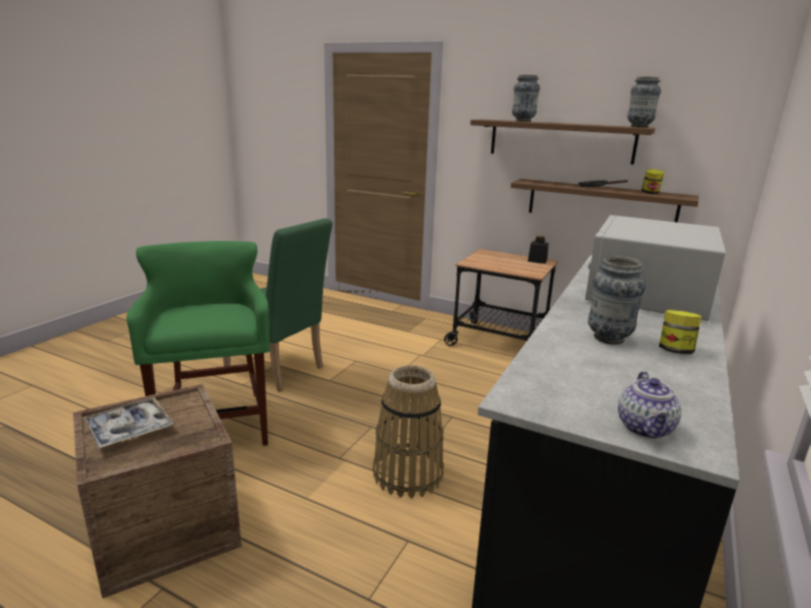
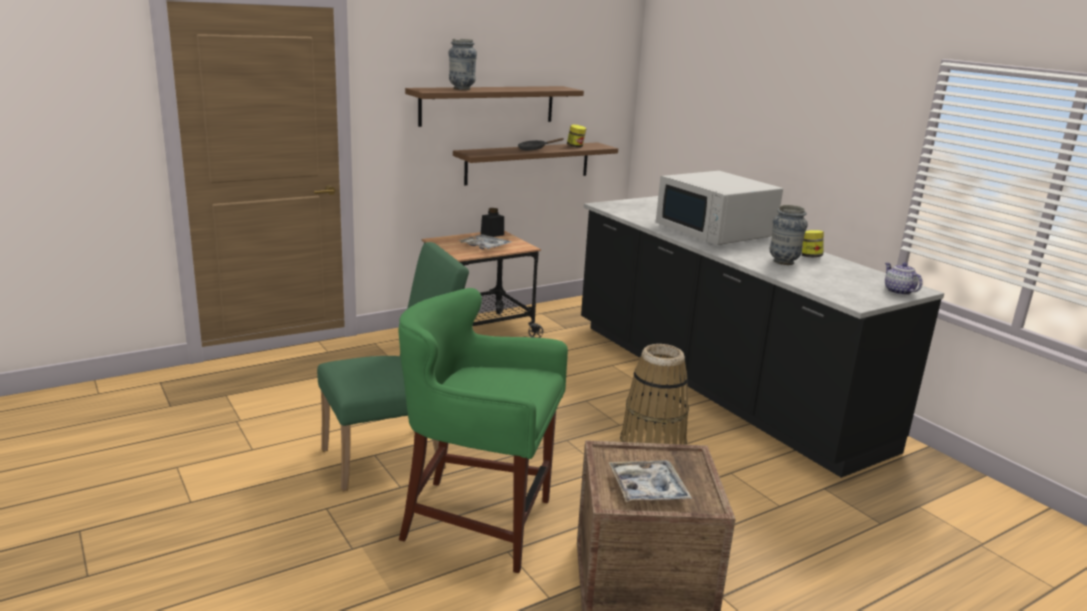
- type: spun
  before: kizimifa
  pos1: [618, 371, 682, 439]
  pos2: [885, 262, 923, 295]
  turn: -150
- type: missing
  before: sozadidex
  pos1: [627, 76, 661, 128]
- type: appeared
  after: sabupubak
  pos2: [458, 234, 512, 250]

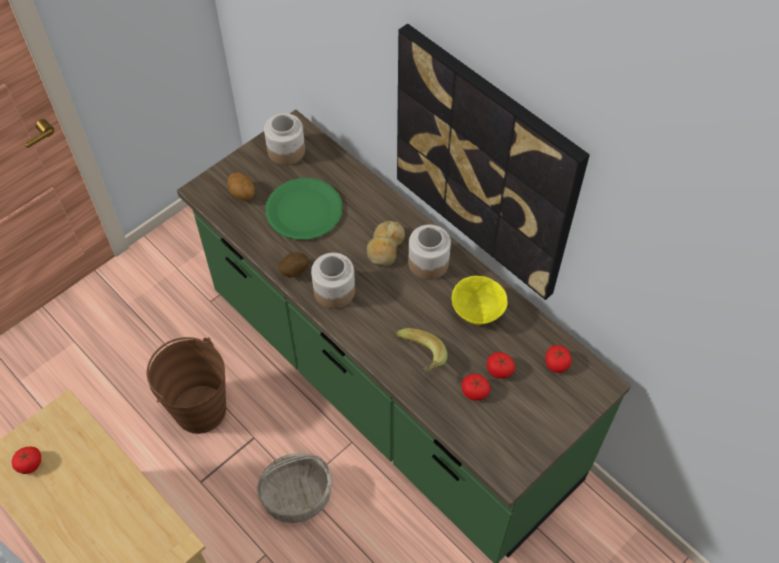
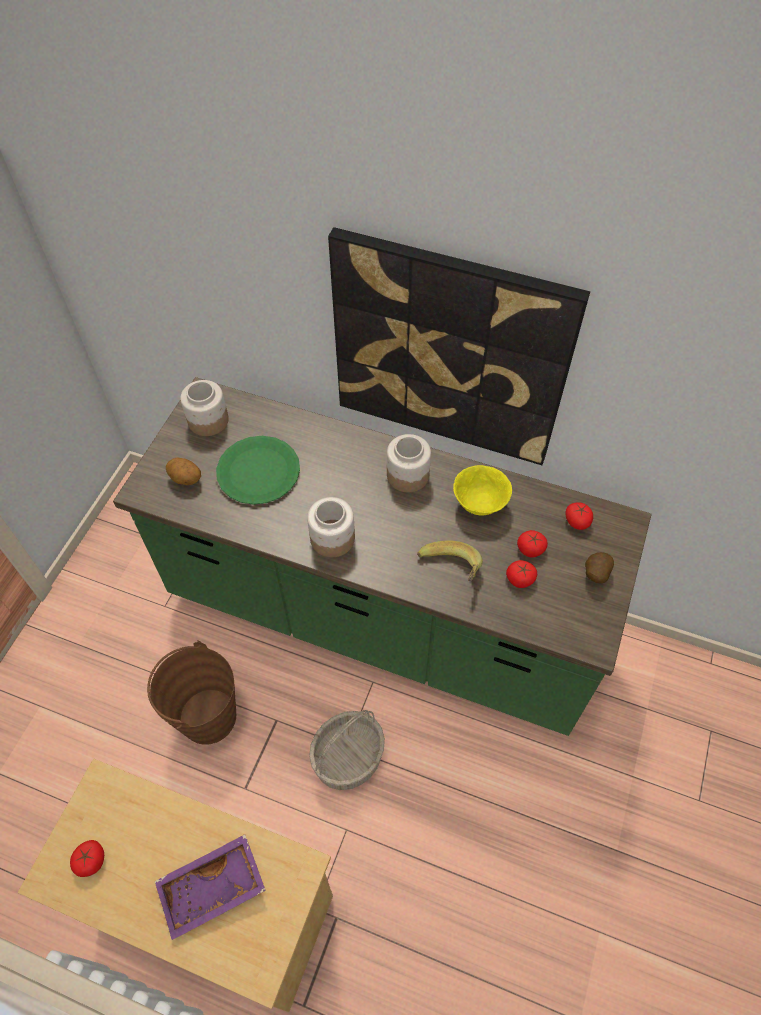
- type: relocated
  before: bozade
  pos1: [278, 252, 309, 277]
  pos2: [585, 552, 614, 583]
- type: missing
  before: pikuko
  pos1: [367, 221, 405, 267]
- type: appeared
  after: purple_sabupubak
  pos2: [155, 834, 266, 940]

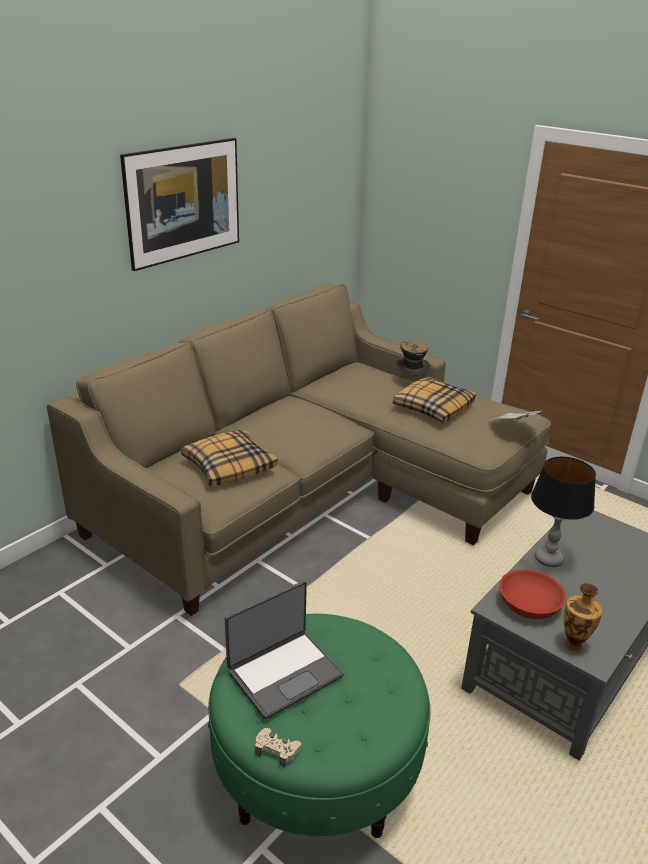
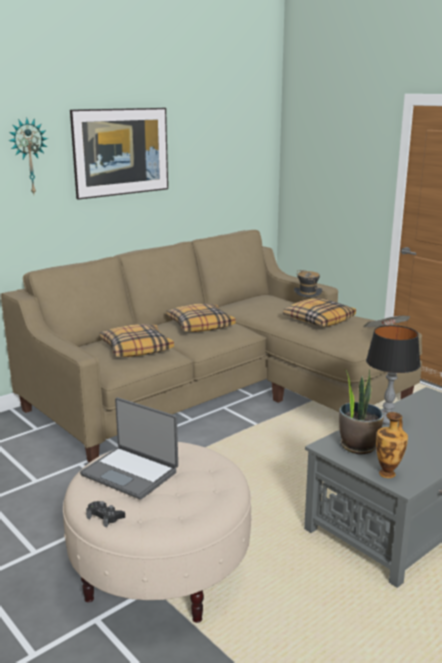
- type: colour
  before: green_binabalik
  after: beige_binabalik
  pos1: [208, 614, 430, 838]
  pos2: [63, 442, 252, 623]
- type: spun
  before: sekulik
  pos1: [225, 581, 344, 719]
  pos2: [80, 397, 178, 500]
  turn: 60
- type: colour
  before: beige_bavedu
  after: black_bavedu
  pos1: [255, 728, 301, 767]
  pos2: [86, 501, 125, 528]
- type: exchanged
  before: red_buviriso
  after: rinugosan
  pos1: [499, 569, 566, 619]
  pos2: [339, 369, 384, 454]
- type: appeared
  after: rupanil
  pos2: [8, 117, 48, 194]
- type: appeared
  after: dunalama
  pos2: [166, 304, 236, 332]

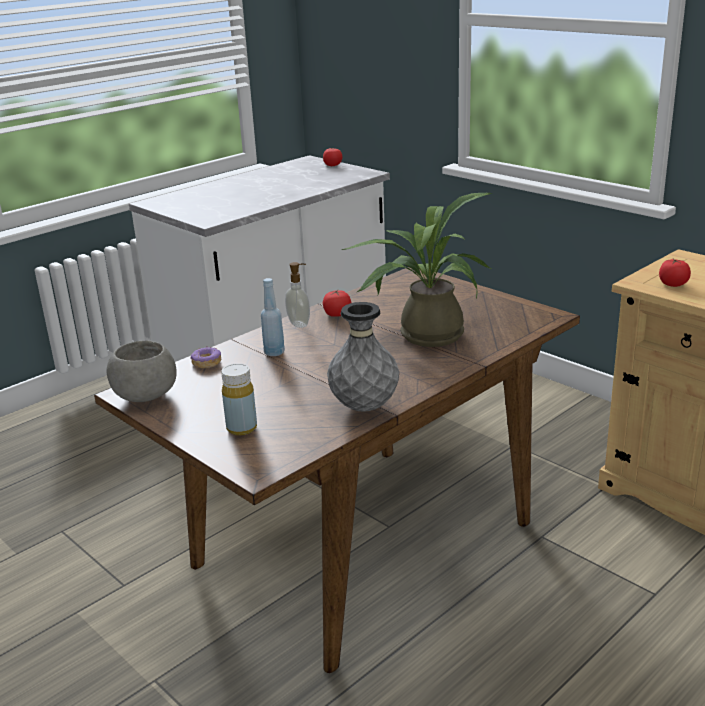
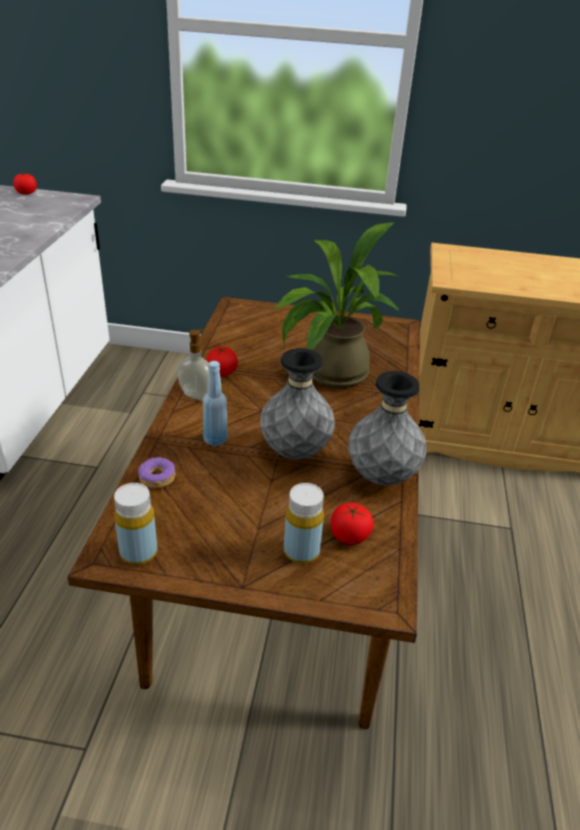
- type: exchanged
  before: grey_buviriso
  after: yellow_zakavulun
  pos1: [106, 340, 176, 402]
  pos2: [114, 483, 157, 565]
- type: relocated
  before: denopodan
  pos1: [659, 259, 691, 287]
  pos2: [331, 503, 374, 545]
- type: appeared
  after: grey_sozadidex
  pos2: [260, 348, 335, 459]

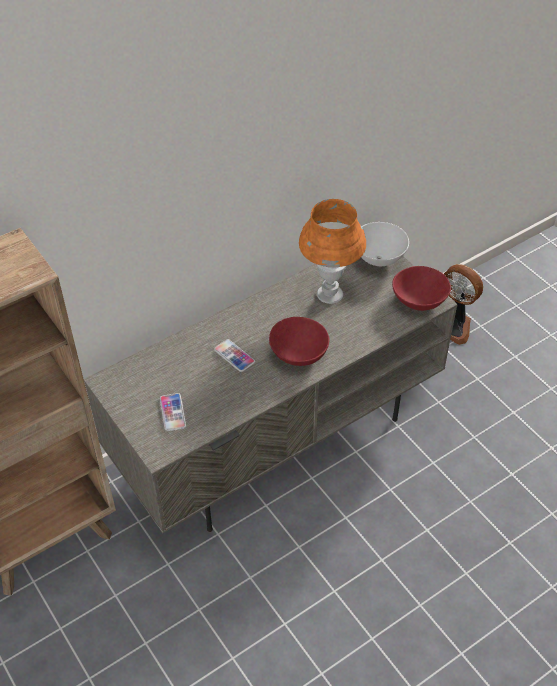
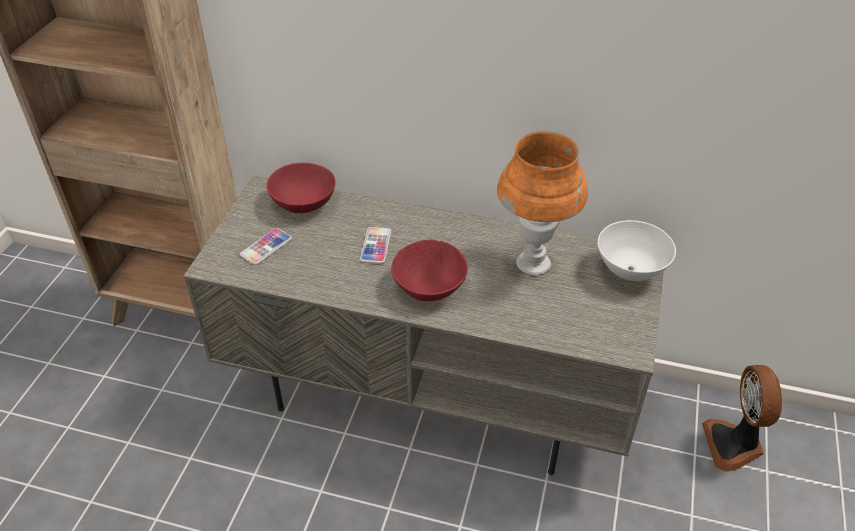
- type: relocated
  before: red_buviriso
  pos1: [392, 266, 451, 311]
  pos2: [266, 163, 336, 213]

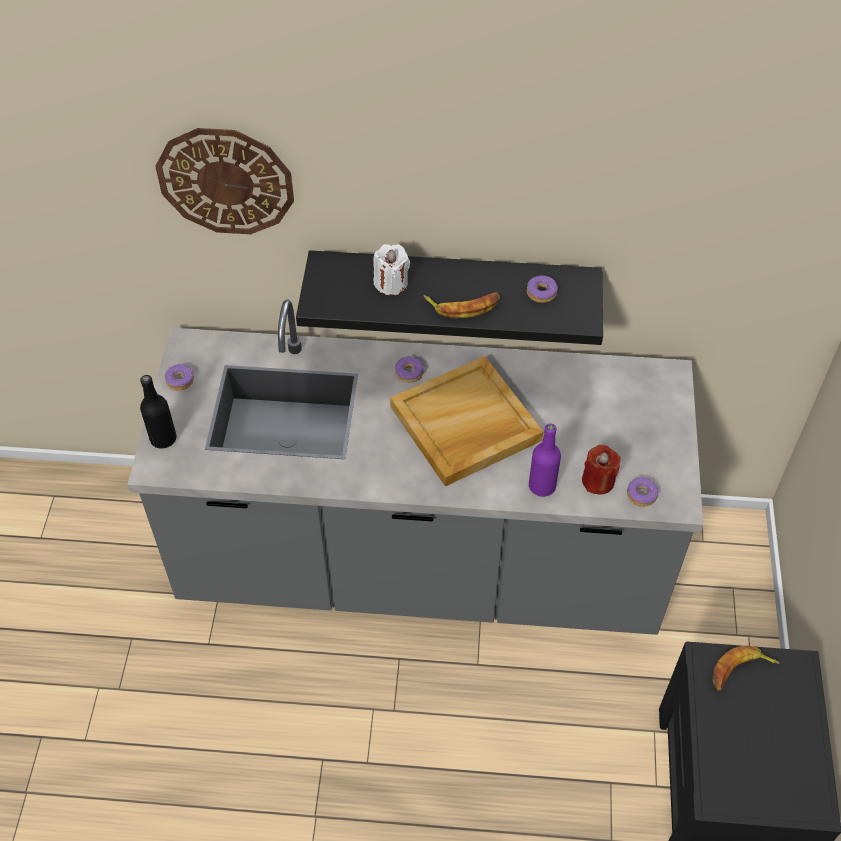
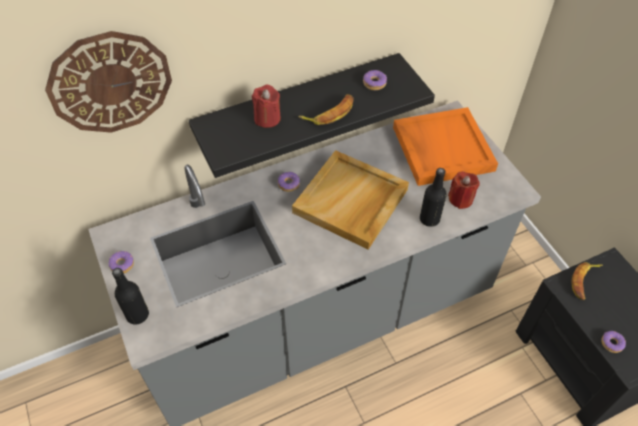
- type: colour
  before: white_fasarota
  after: red_fasarota
  pos1: [373, 244, 410, 296]
  pos2: [252, 85, 281, 128]
- type: colour
  before: purple_zakavulun
  after: black_zakavulun
  pos1: [529, 424, 561, 497]
  pos2: [420, 168, 447, 227]
- type: relocated
  before: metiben
  pos1: [627, 477, 659, 507]
  pos2: [601, 331, 626, 353]
- type: appeared
  after: orange_sabupubak
  pos2: [393, 107, 498, 186]

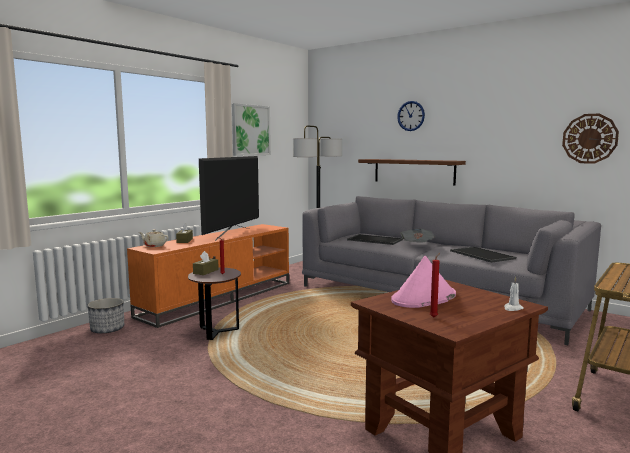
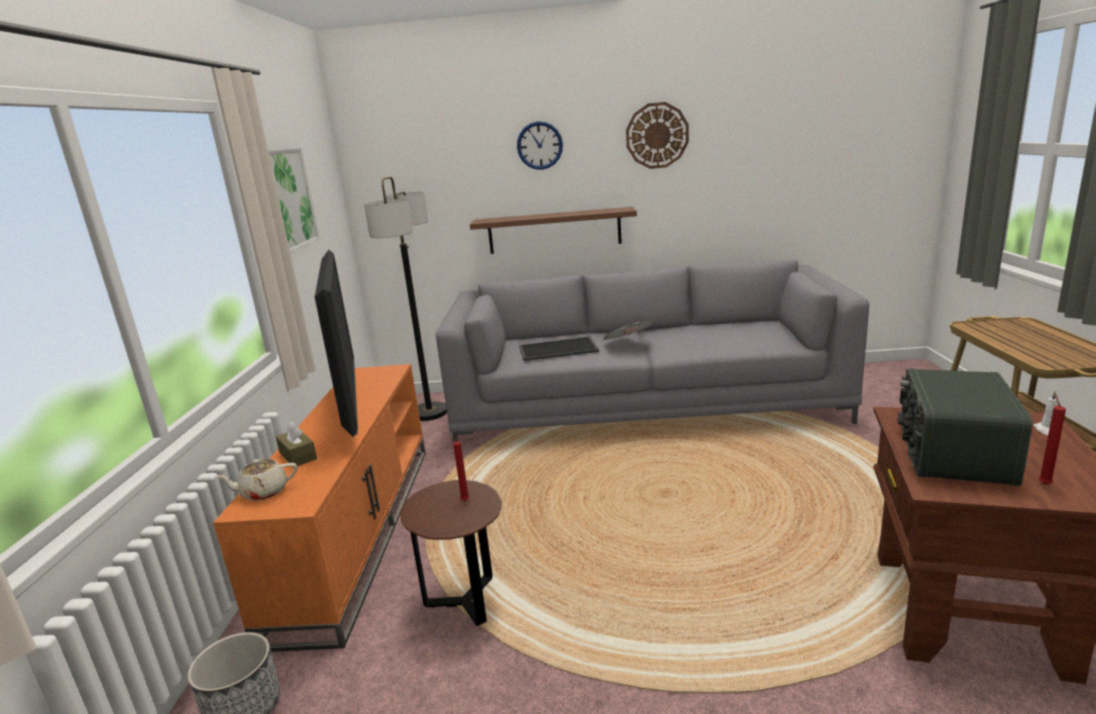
- type: missing
  before: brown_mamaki
  pos1: [193, 251, 219, 275]
- type: exchanged
  before: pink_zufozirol
  after: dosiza
  pos1: [391, 256, 456, 308]
  pos2: [898, 368, 1033, 486]
- type: missing
  before: sabupubak
  pos1: [450, 247, 516, 263]
- type: relocated
  before: rupanil
  pos1: [562, 114, 619, 164]
  pos2: [626, 102, 689, 169]

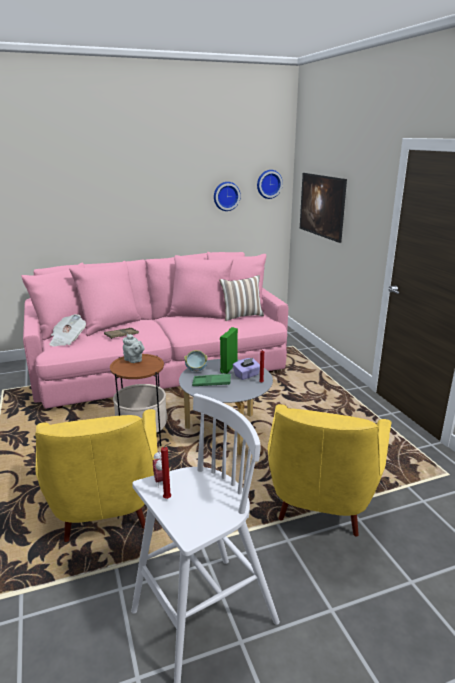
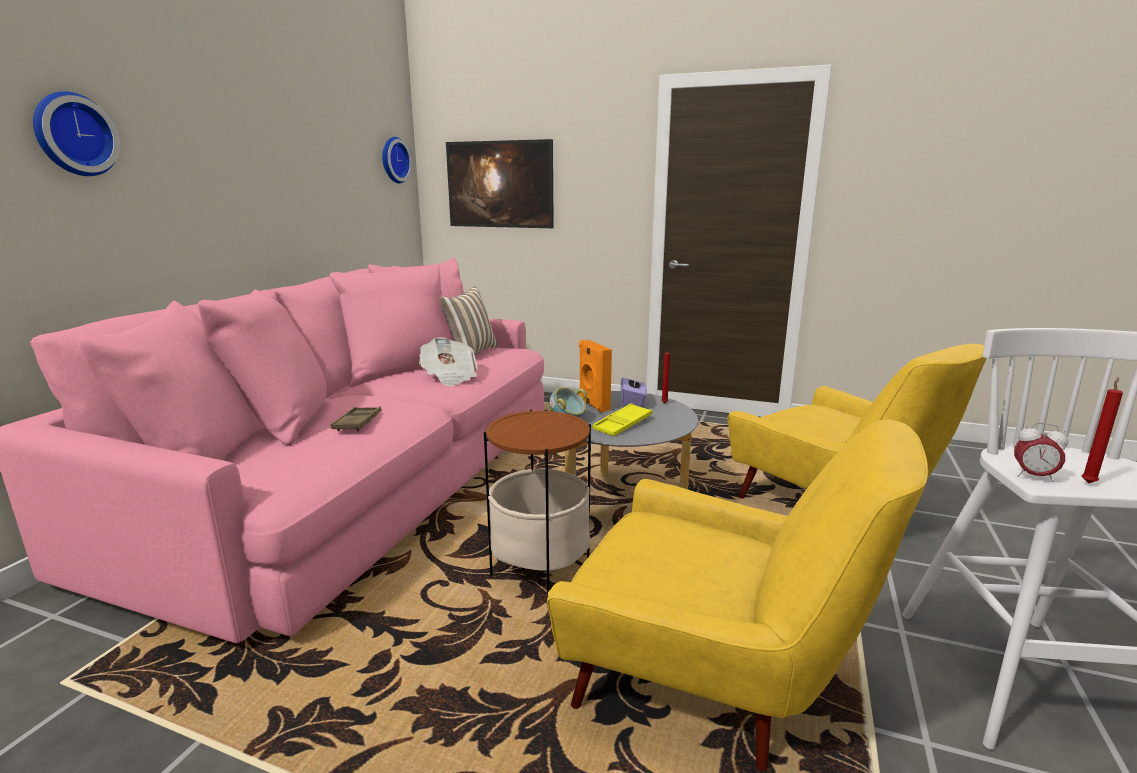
- type: relocated
  before: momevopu
  pos1: [49, 314, 86, 346]
  pos2: [419, 337, 477, 387]
- type: missing
  before: grey_kizimifa
  pos1: [123, 334, 144, 363]
- type: colour
  before: green_sabupubak
  after: yellow_sabupubak
  pos1: [192, 374, 231, 386]
  pos2: [592, 403, 652, 436]
- type: relocated
  before: rupanil
  pos1: [214, 182, 241, 211]
  pos2: [33, 91, 120, 176]
- type: colour
  before: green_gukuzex
  after: orange_gukuzex
  pos1: [220, 327, 238, 374]
  pos2: [579, 340, 612, 413]

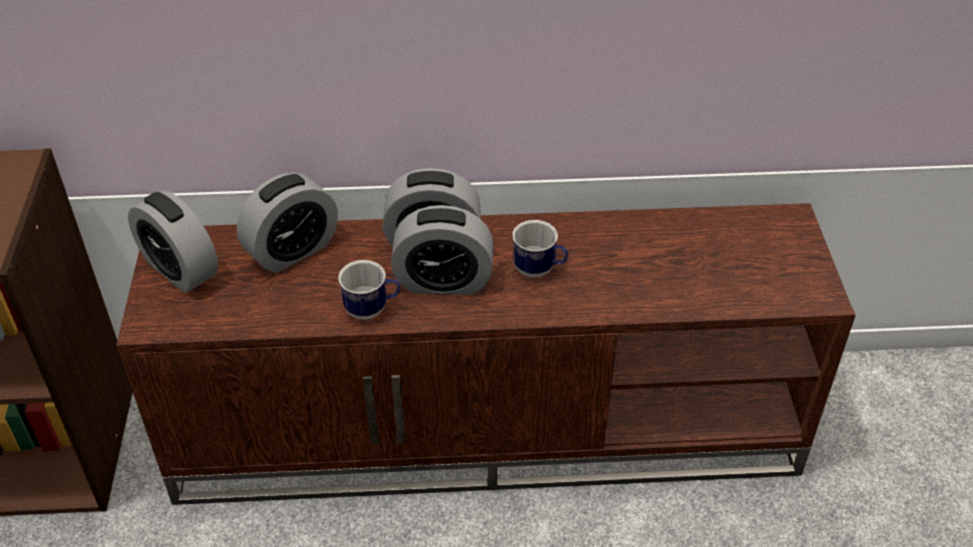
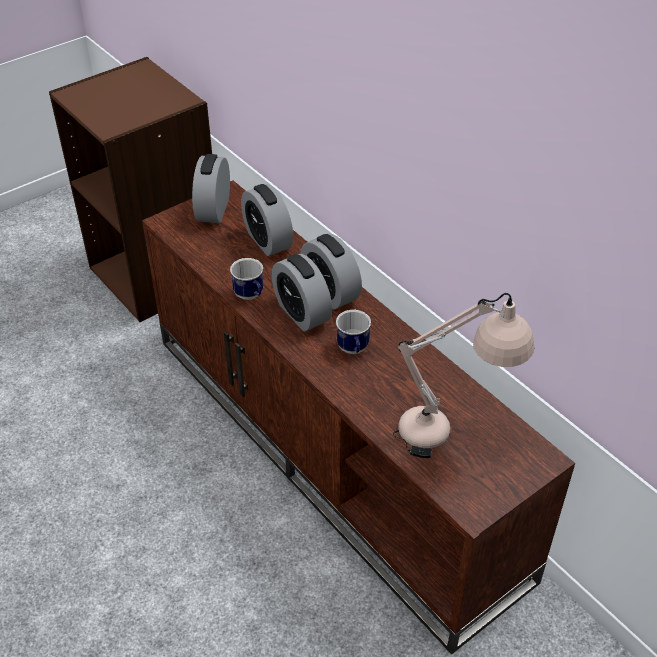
- type: spun
  before: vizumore
  pos1: [237, 173, 338, 273]
  pos2: [241, 184, 293, 256]
  turn: 45
- type: appeared
  after: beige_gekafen
  pos2: [393, 293, 534, 458]

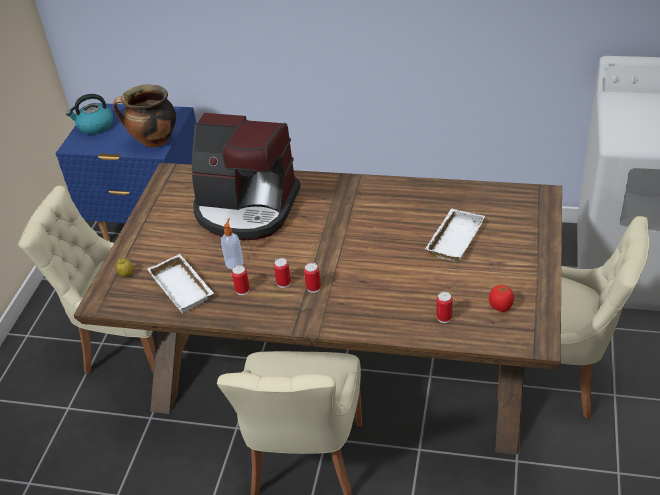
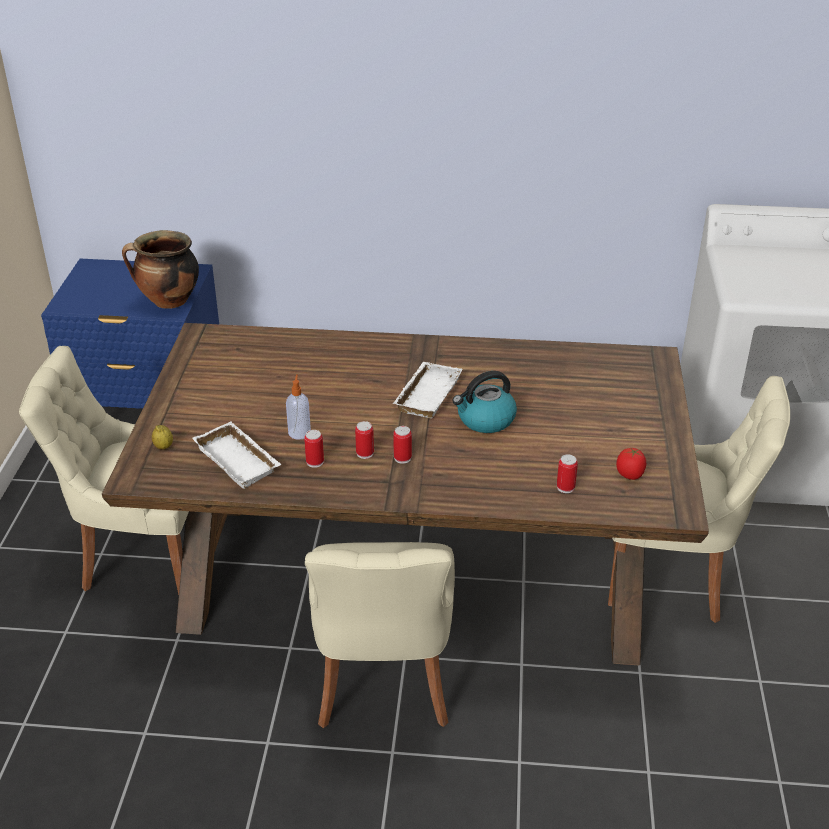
- type: relocated
  before: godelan
  pos1: [66, 94, 113, 134]
  pos2: [452, 371, 517, 433]
- type: missing
  before: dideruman
  pos1: [192, 113, 300, 240]
- type: relocated
  before: white_sabupubak
  pos1: [425, 209, 485, 262]
  pos2: [393, 362, 462, 418]

